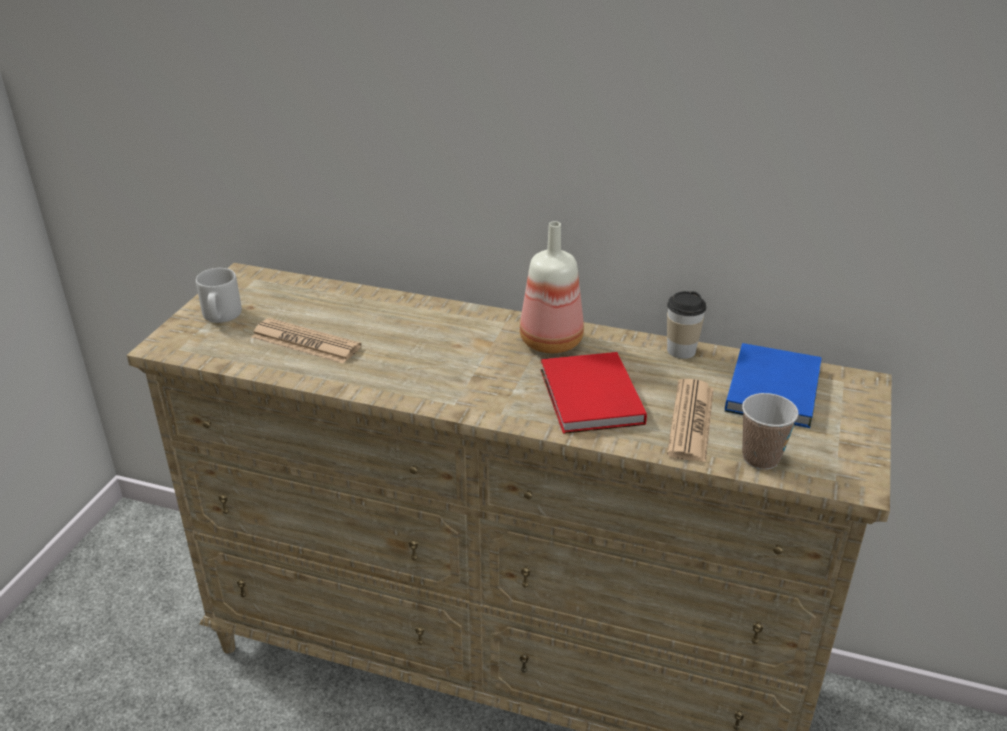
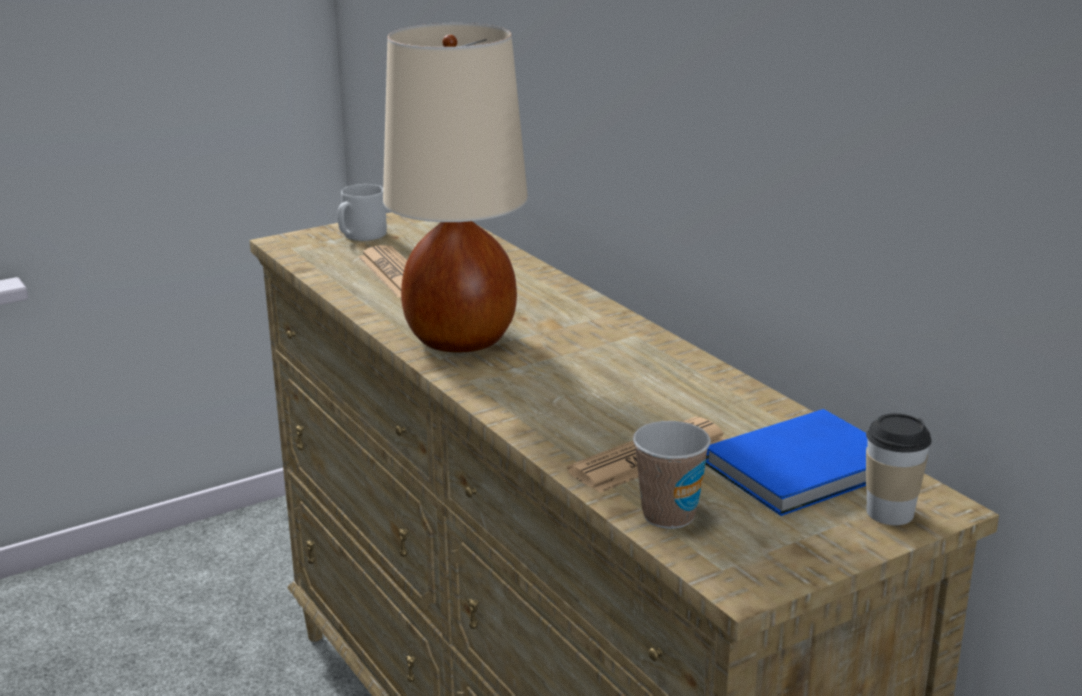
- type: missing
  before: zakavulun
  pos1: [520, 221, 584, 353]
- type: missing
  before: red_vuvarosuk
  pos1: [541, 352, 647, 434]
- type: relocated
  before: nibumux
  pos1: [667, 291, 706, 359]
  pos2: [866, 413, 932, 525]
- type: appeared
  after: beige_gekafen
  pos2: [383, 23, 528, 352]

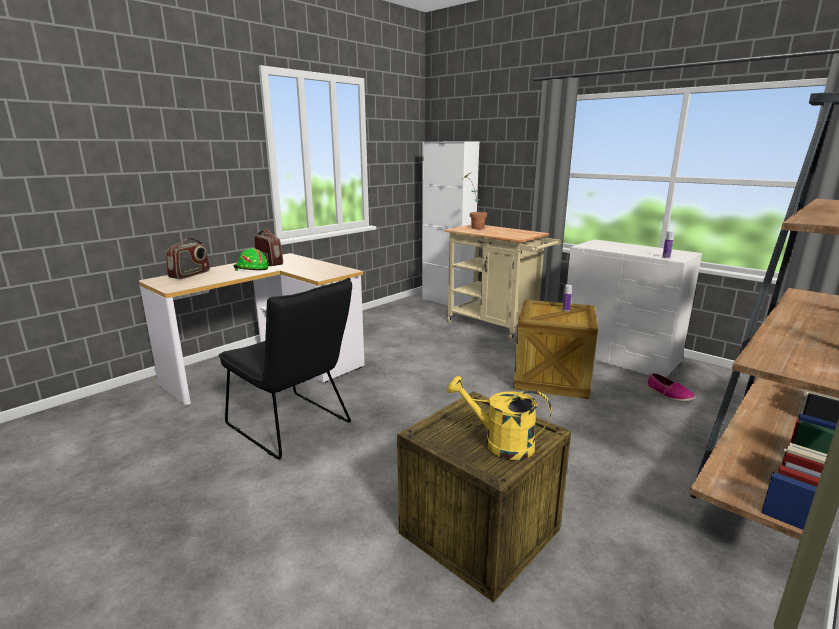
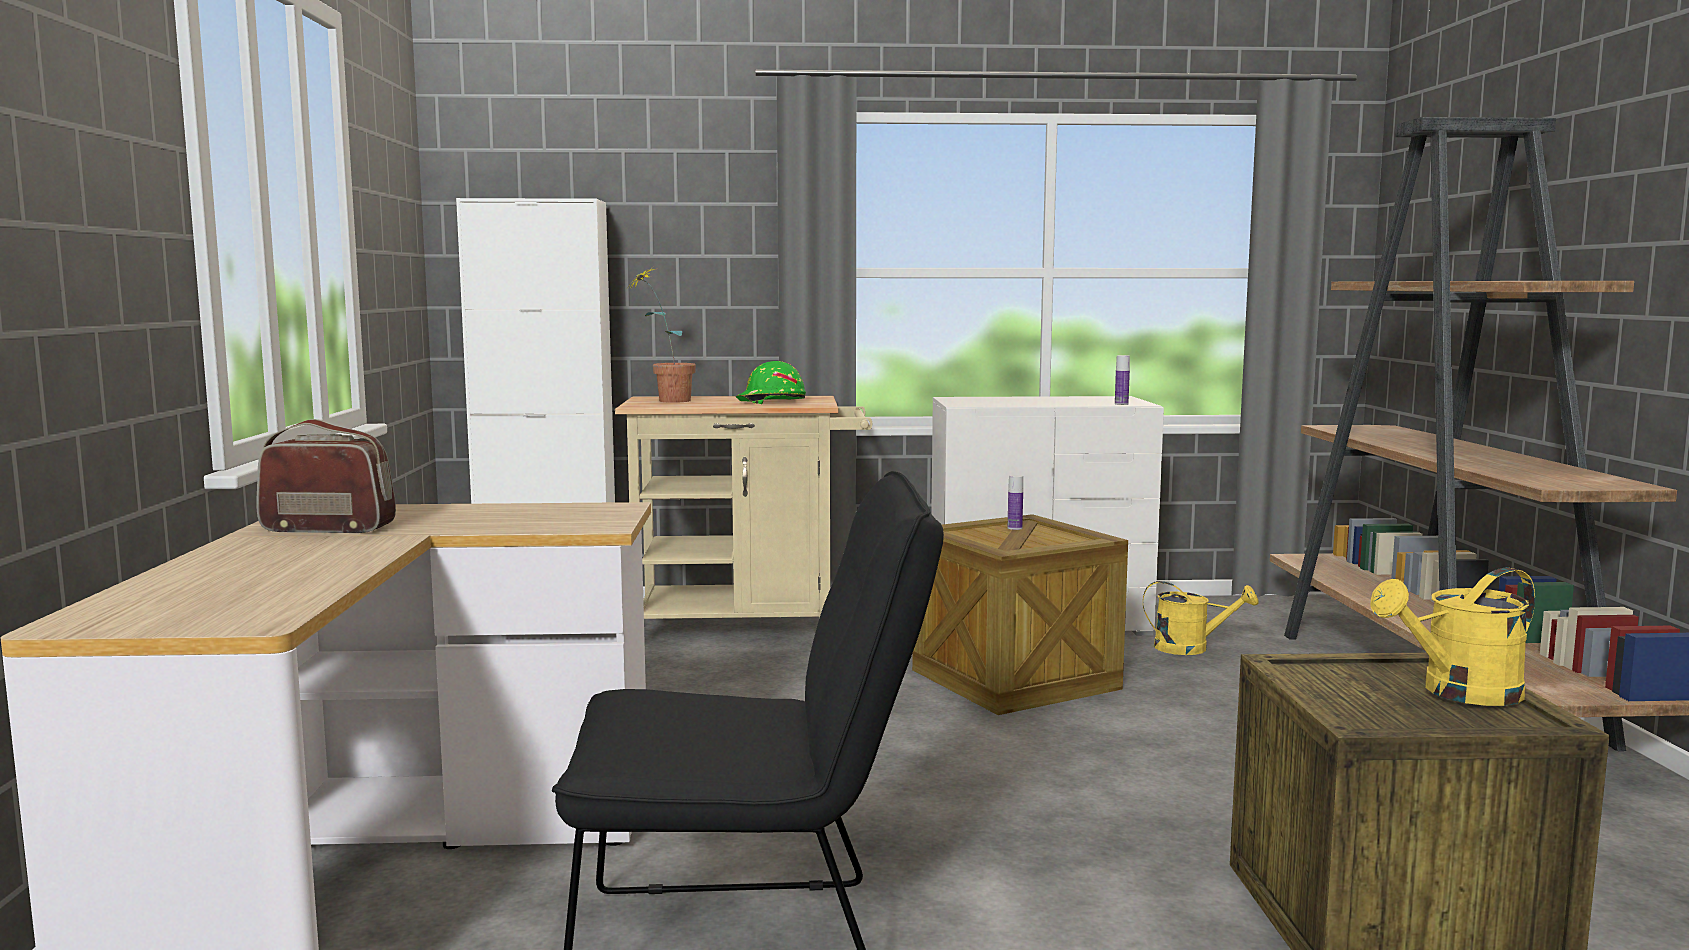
- type: missing
  before: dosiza
  pos1: [166, 238, 210, 279]
- type: relocated
  before: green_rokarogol
  pos1: [234, 248, 268, 271]
  pos2: [736, 361, 806, 404]
- type: exchanged
  before: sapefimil
  after: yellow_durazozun
  pos1: [647, 373, 696, 401]
  pos2: [1143, 581, 1259, 655]

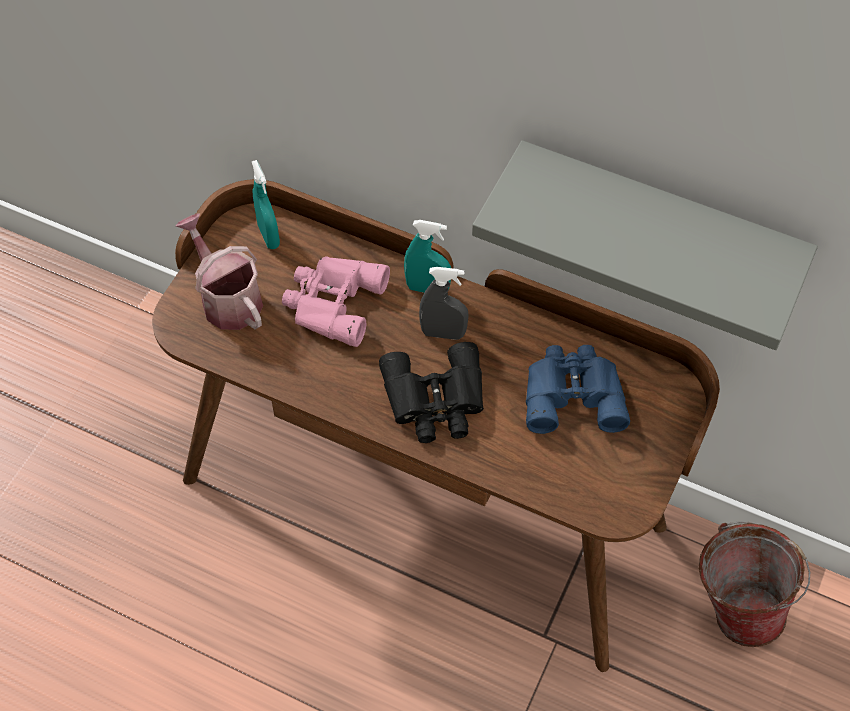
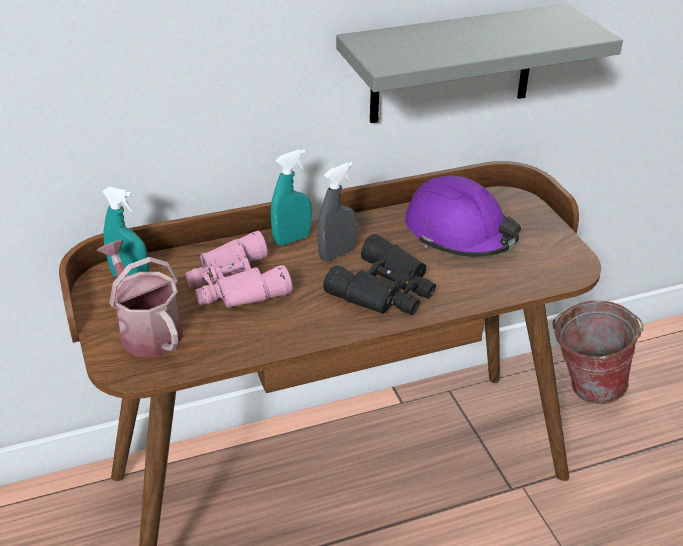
- type: spun
  before: durazozun
  pos1: [176, 213, 263, 330]
  pos2: [97, 240, 184, 357]
  turn: 45
- type: exchanged
  before: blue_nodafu
  after: purple_rokarogol
  pos1: [526, 345, 630, 434]
  pos2: [405, 176, 521, 257]

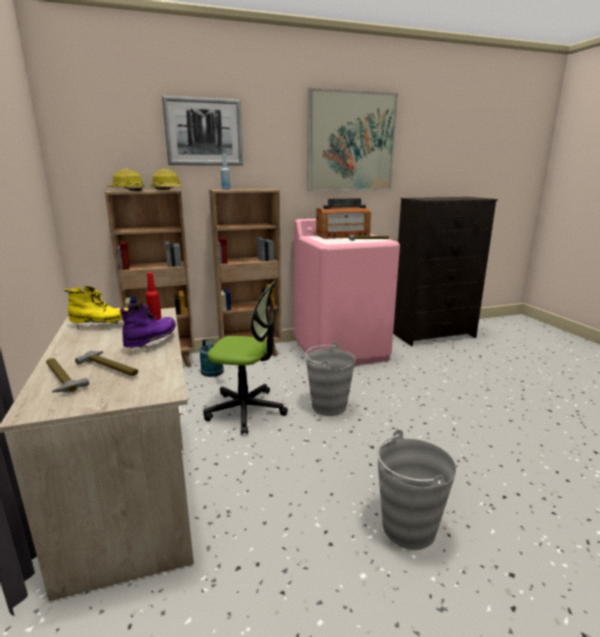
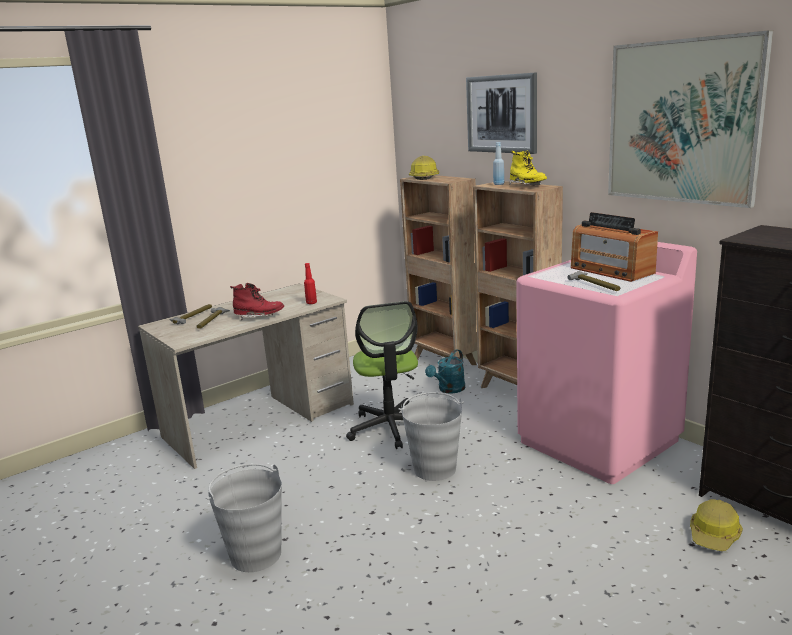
- type: relocated
  before: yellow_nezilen
  pos1: [64, 286, 128, 329]
  pos2: [509, 151, 547, 186]
- type: colour
  before: purple_nezilen
  after: red_nezilen
  pos1: [120, 303, 176, 351]
  pos2: [230, 283, 284, 321]
- type: relocated
  before: rokarogol
  pos1: [150, 168, 183, 190]
  pos2: [690, 499, 743, 551]

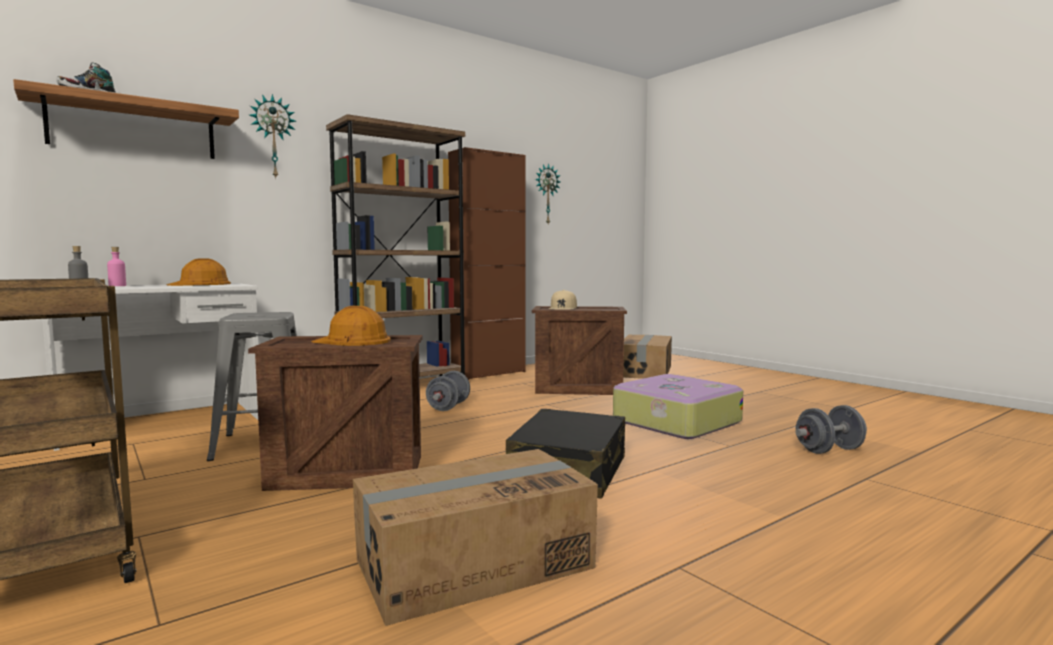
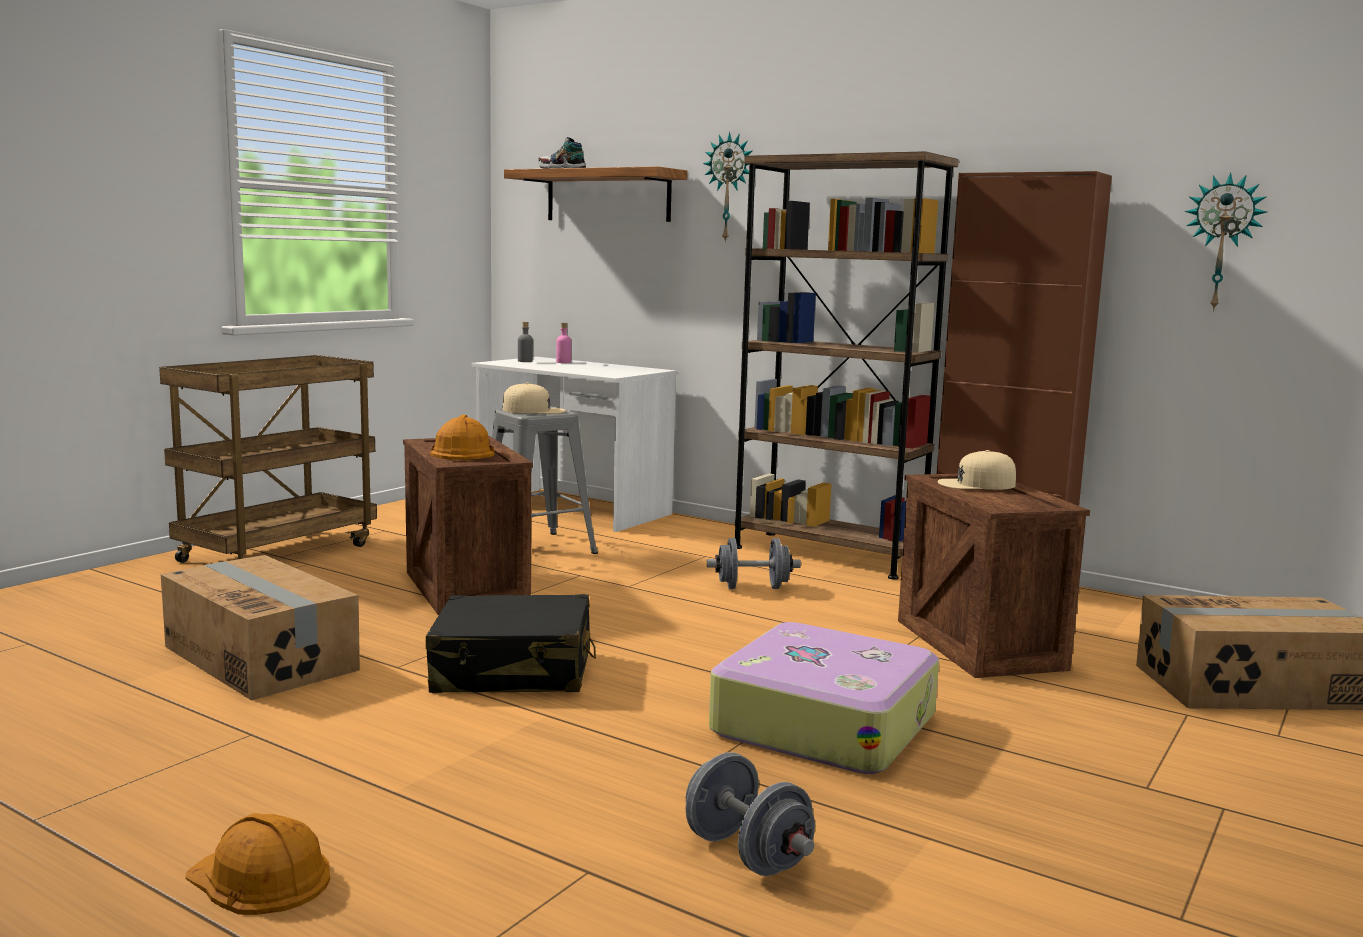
- type: relocated
  before: orange_rokarogol
  pos1: [166, 259, 231, 286]
  pos2: [185, 813, 330, 915]
- type: appeared
  after: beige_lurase
  pos2: [503, 383, 566, 414]

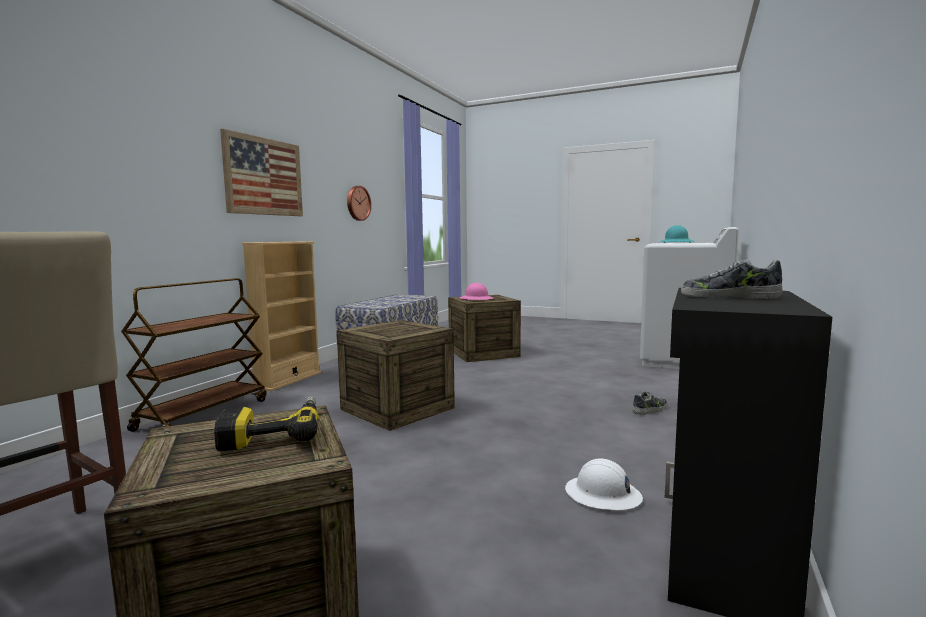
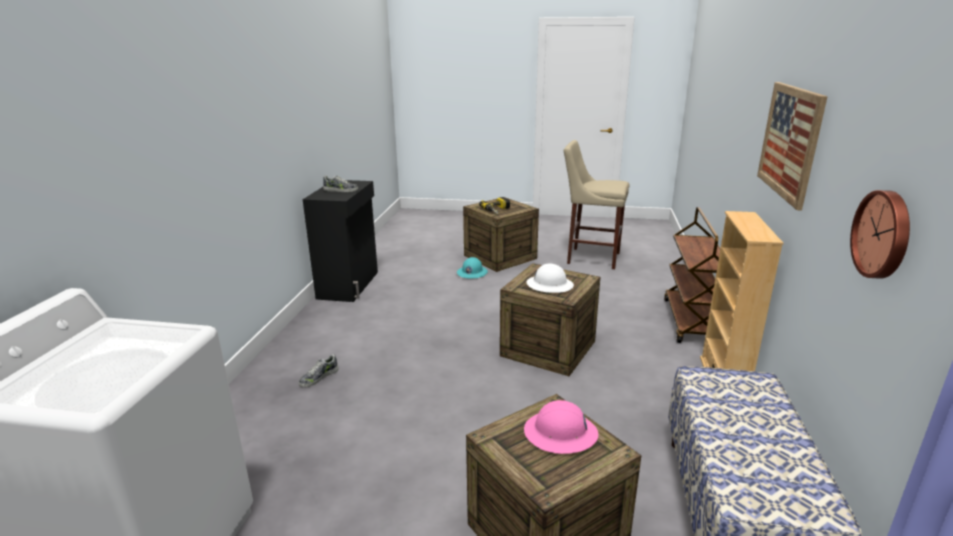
- type: relocated
  before: white_rokarogol
  pos1: [565, 458, 643, 510]
  pos2: [527, 264, 574, 293]
- type: relocated
  before: turquoise_rokarogol
  pos1: [659, 225, 694, 243]
  pos2: [457, 257, 488, 279]

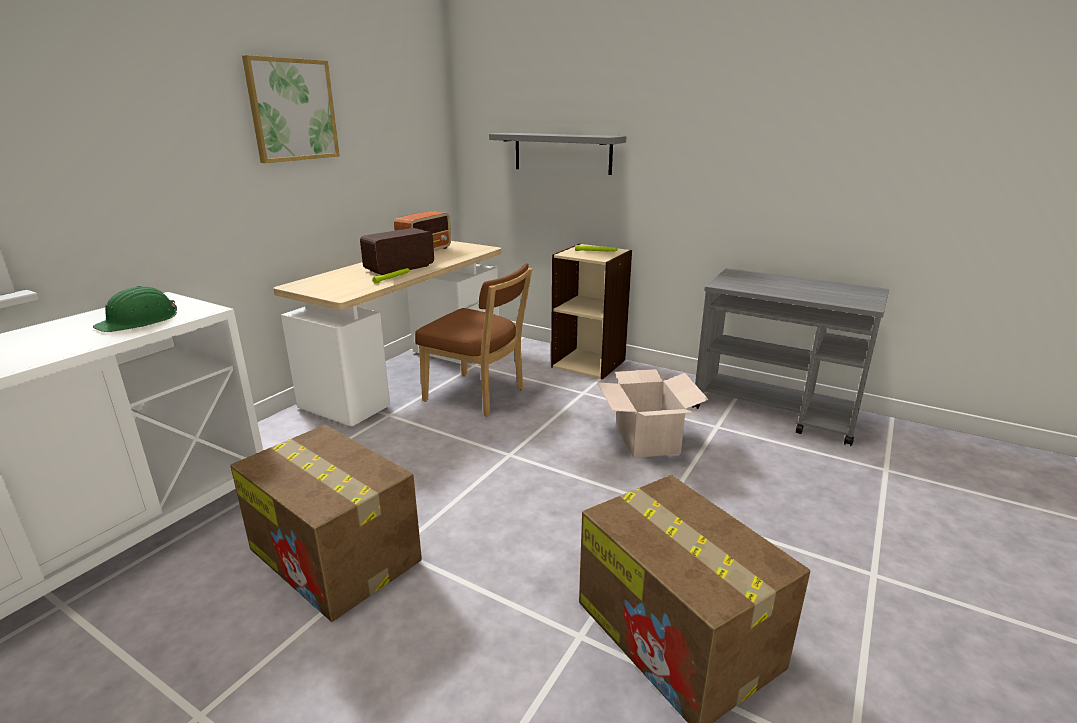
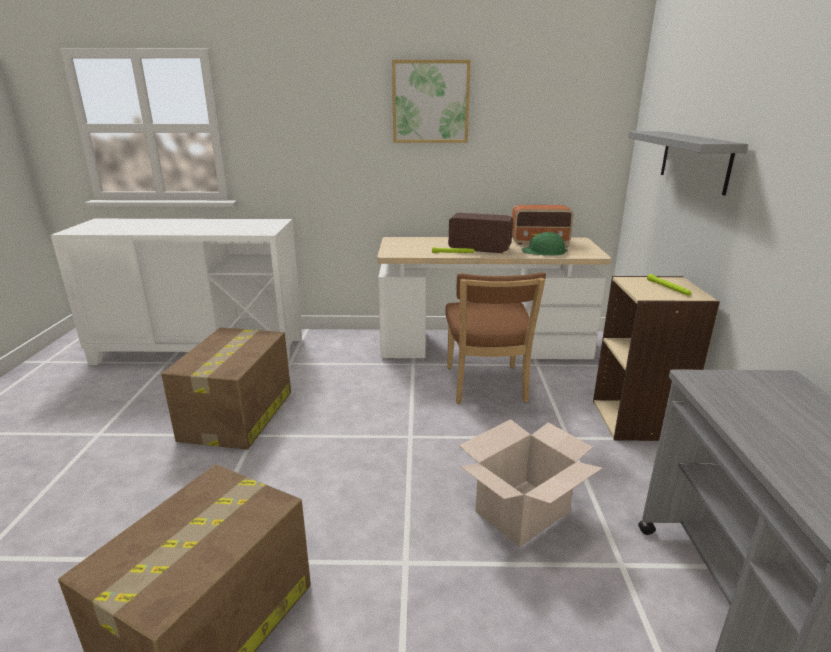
- type: relocated
  before: green_rokarogol
  pos1: [93, 286, 177, 332]
  pos2: [522, 232, 568, 256]

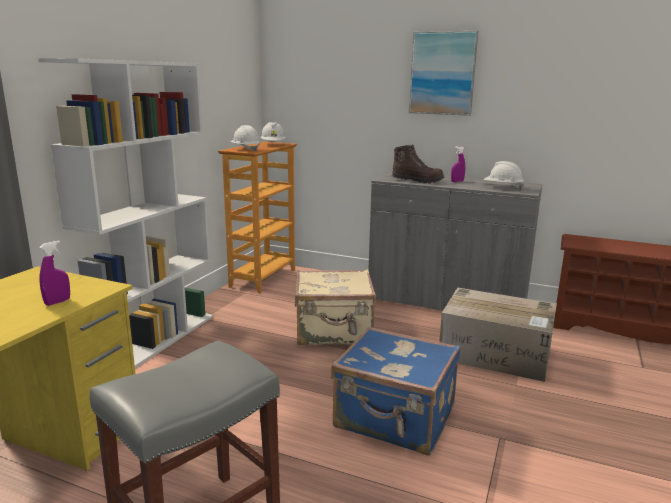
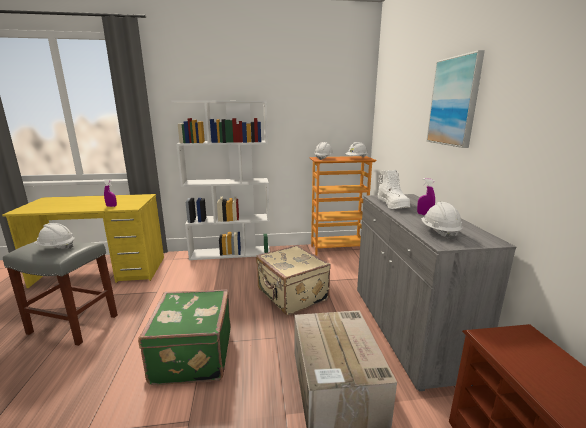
- type: colour
  before: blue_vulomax
  after: green_vulomax
  pos1: [331, 326, 460, 456]
  pos2: [138, 289, 231, 385]
- type: colour
  before: brown_nezilen
  after: white_nezilen
  pos1: [392, 144, 444, 184]
  pos2: [378, 170, 410, 209]
- type: appeared
  after: white_rokarogol
  pos2: [34, 223, 75, 249]

